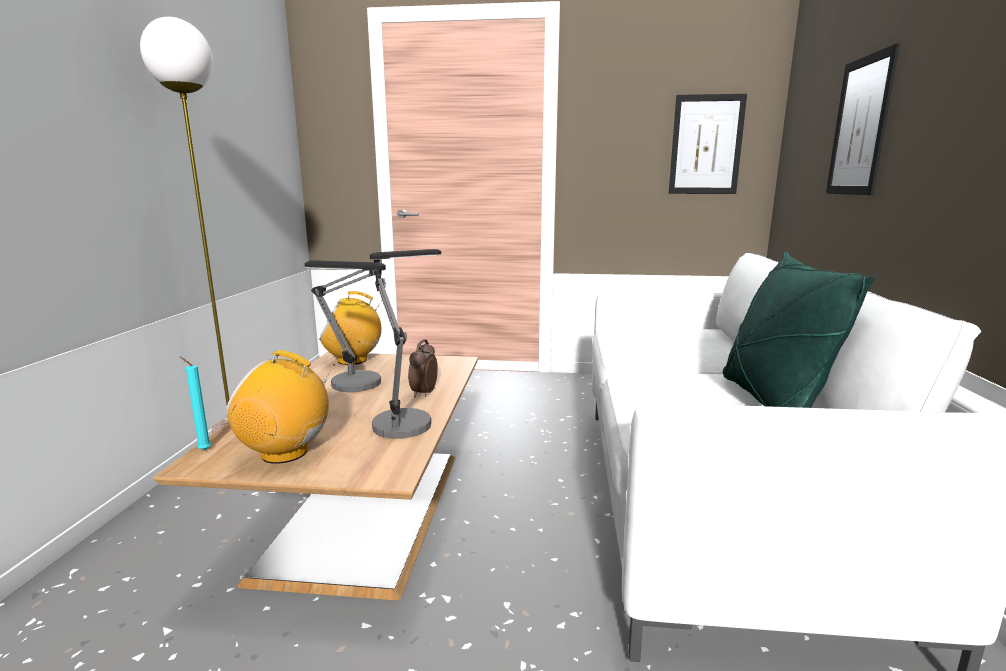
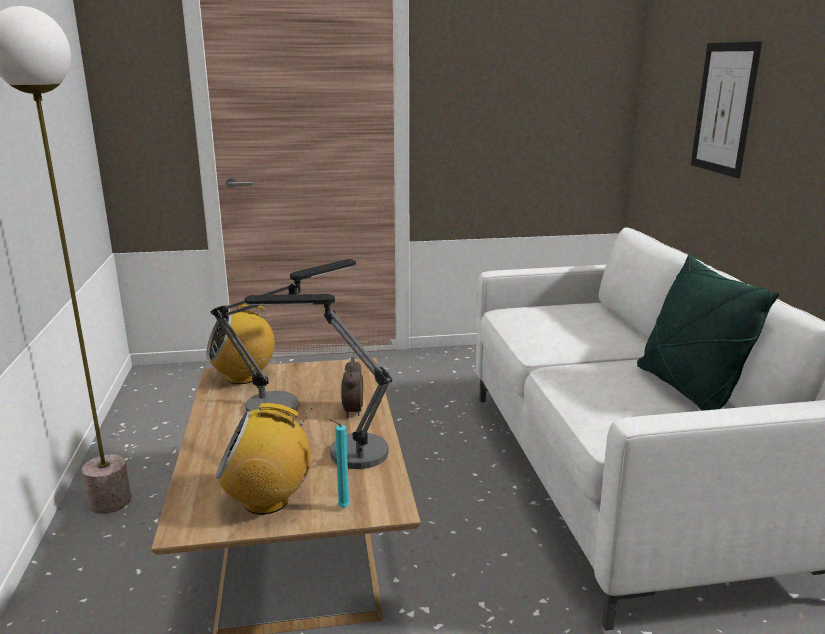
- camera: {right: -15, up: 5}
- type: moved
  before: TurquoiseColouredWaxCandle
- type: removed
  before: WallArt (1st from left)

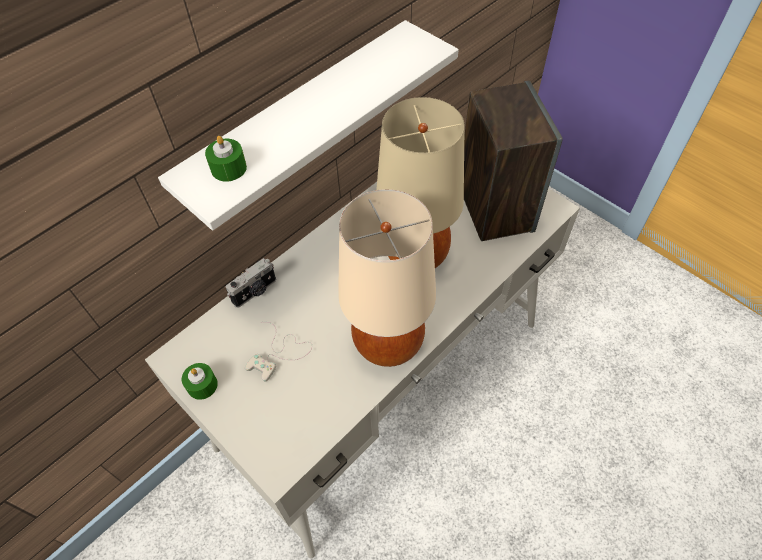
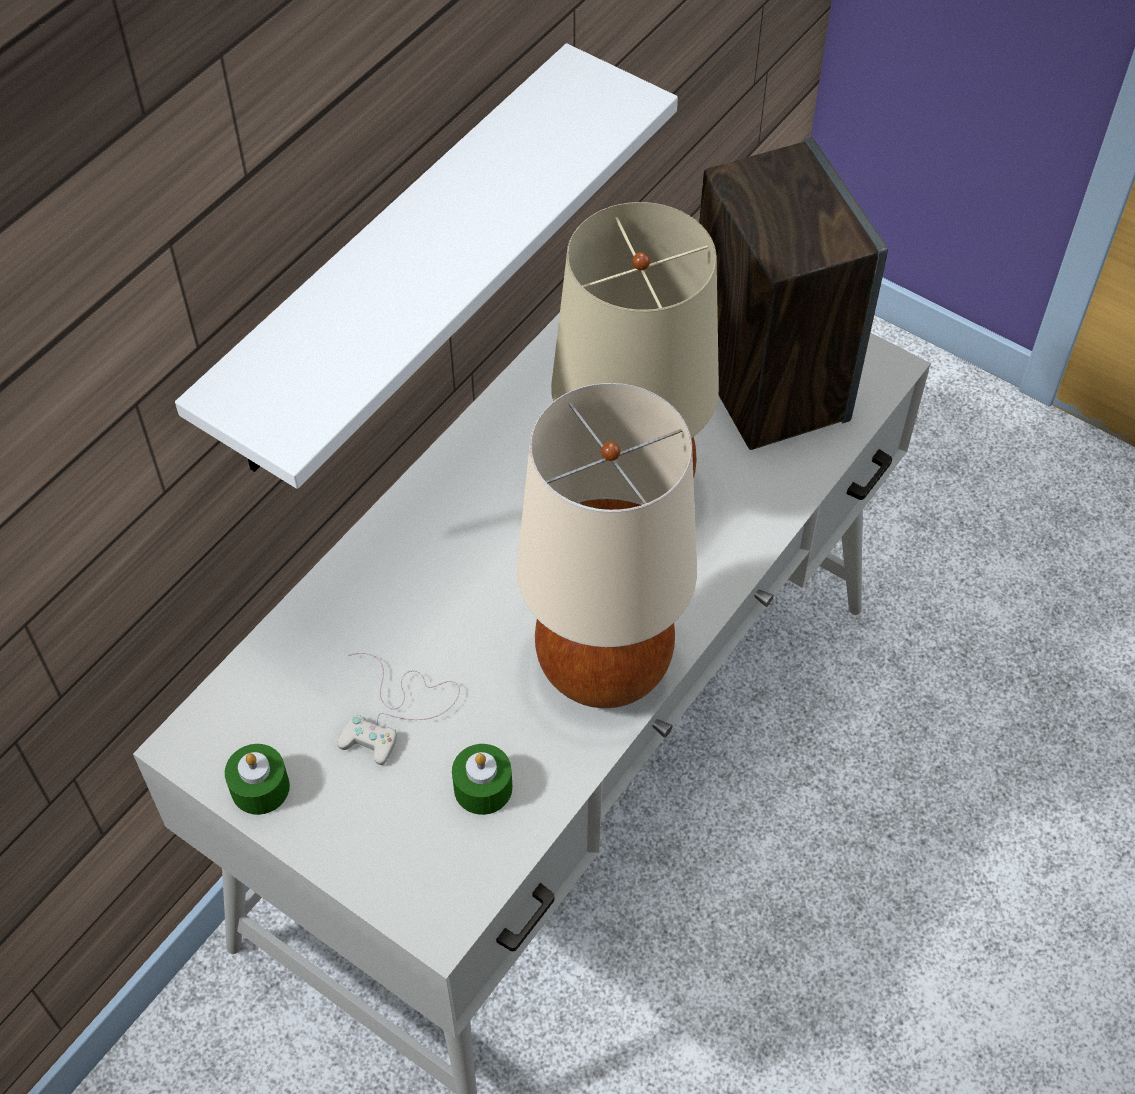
- camera: {right: -10, up: 0}
- type: moved
  before: GreenishWaxCandle (2nd from left)
- type: removed
  before: StillCamera

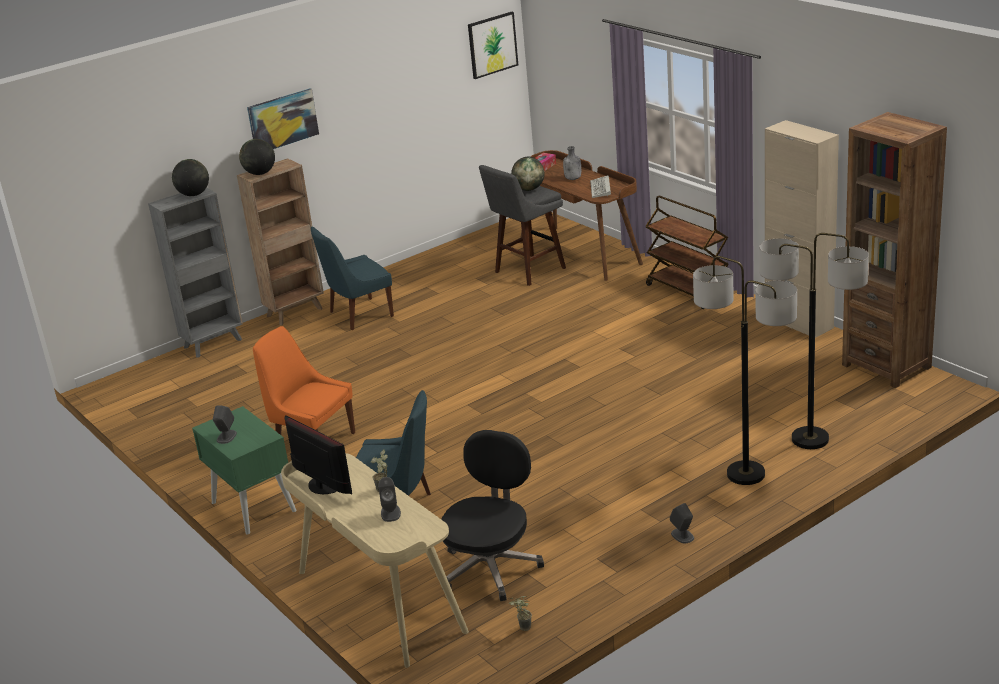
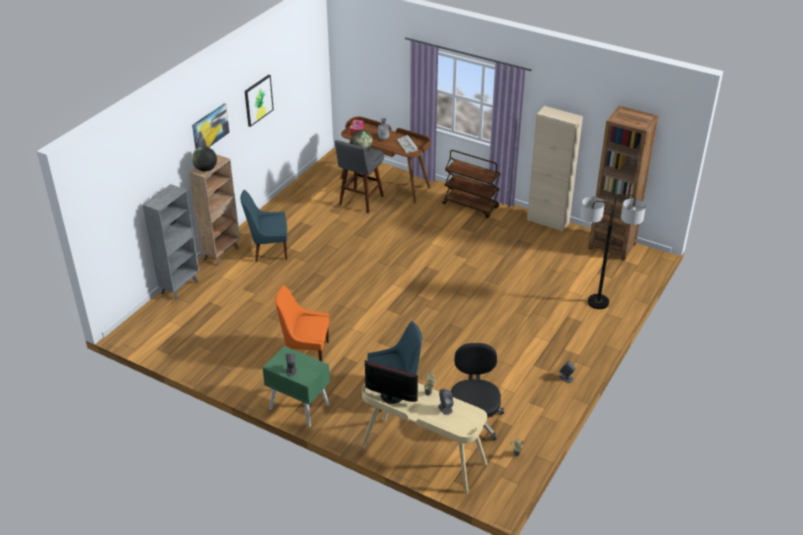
- camera: {right: -25, up: 10}
- type: removed
  before: WorldGlobe (1st from left)
- type: turned
  before: BlueUprightChair (1st from left)
  turn: 45
- type: moved
  before: WallArt (2nd from left)
- type: removed
  before: StandardLamp (1st from left)

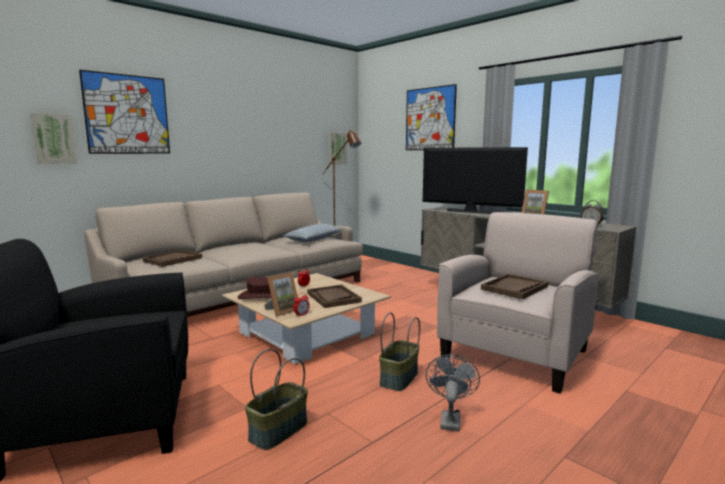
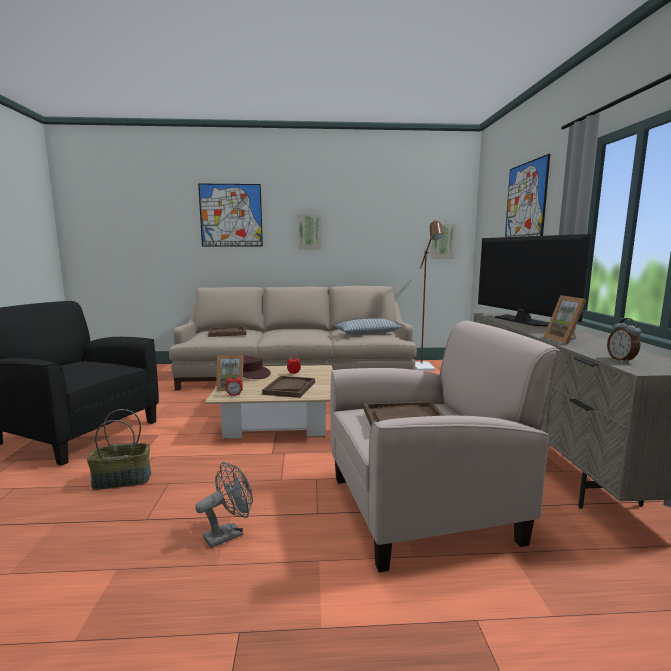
- camera: {right: 40, up: 0}
- type: moved
  before: WallArt (1st from left in the first image)
  after: WallArt (2nd from left)
- type: removed
  before: Basket (2nd from left)

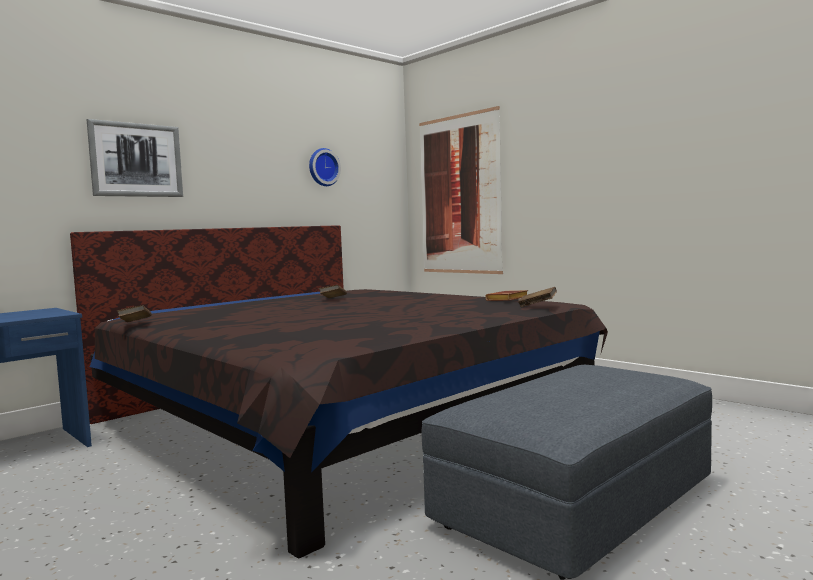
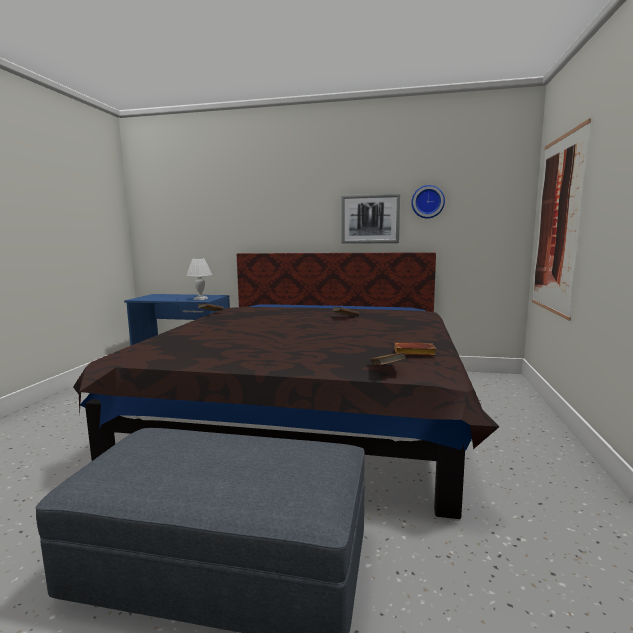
- camera: {right: 55, up: 5}
- type: moved
  before: WallArt (1st from left)
- type: added
  after: WhitishTabletopLamp

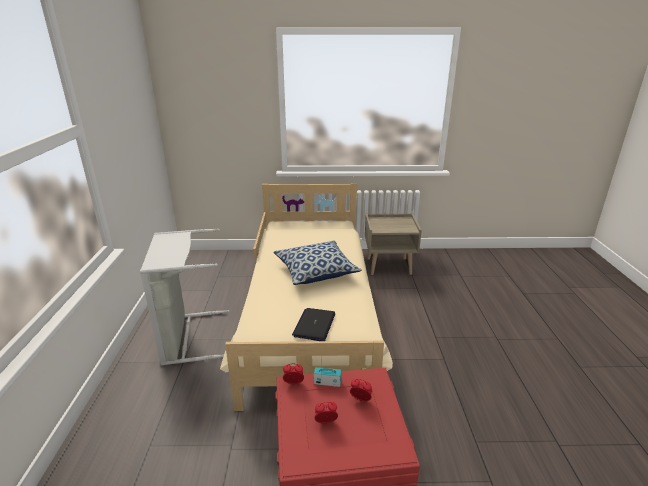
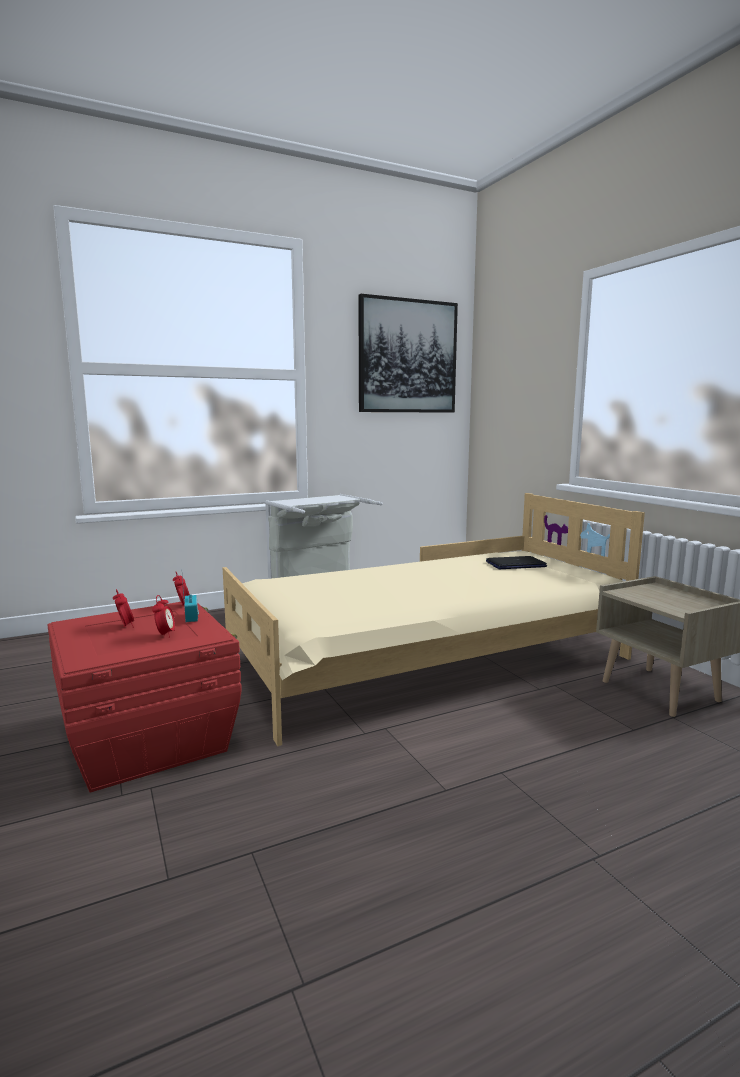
- camera: {right: 65, up: -15}
- type: removed
  before: ThrowPillow
- type: moved
  before: Laptop
- type: added
  after: WallArt

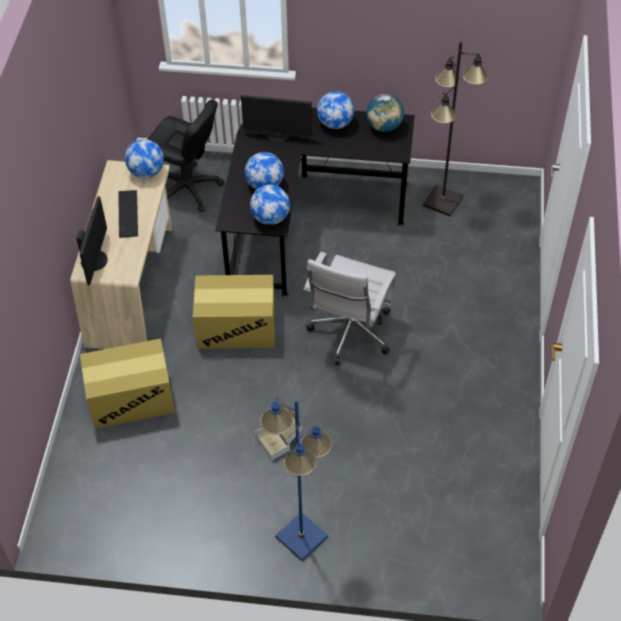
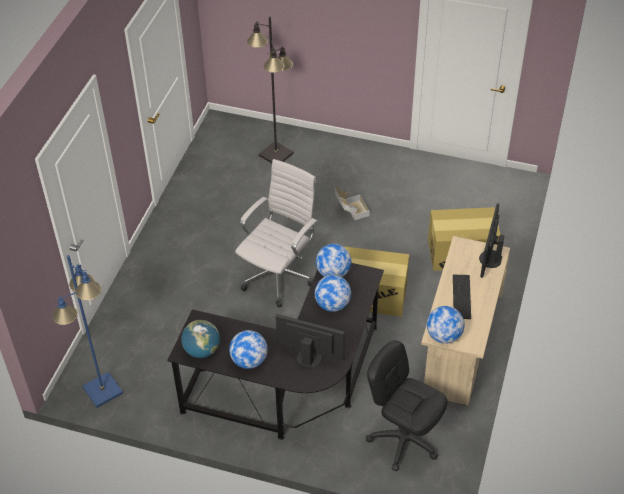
- camera: {right: -170, up: -5}
- type: moved
  before: BlueStandardLamp
- type: moved
  before: BlackColouredStandardLamp

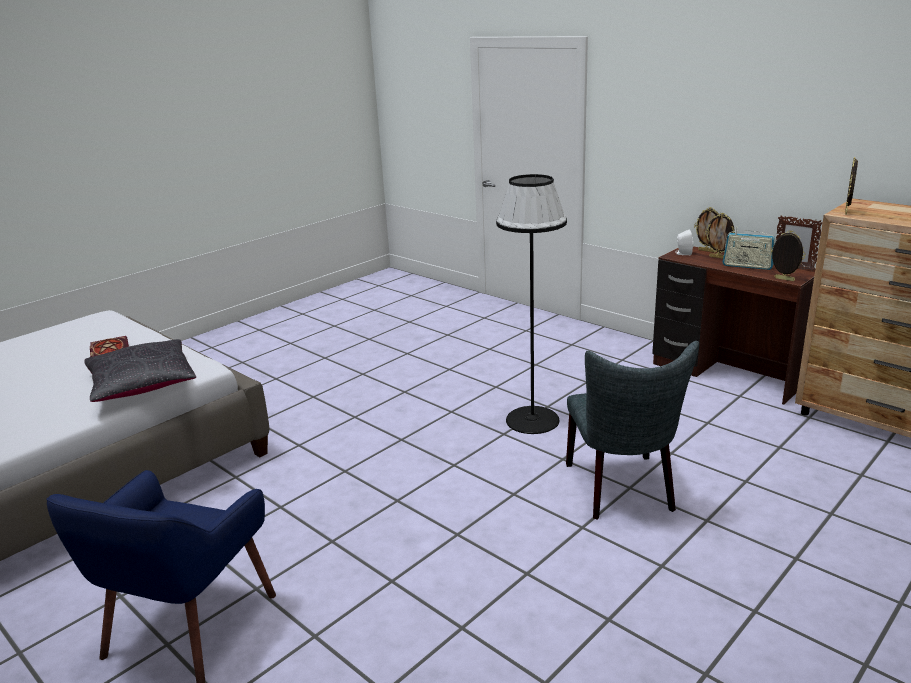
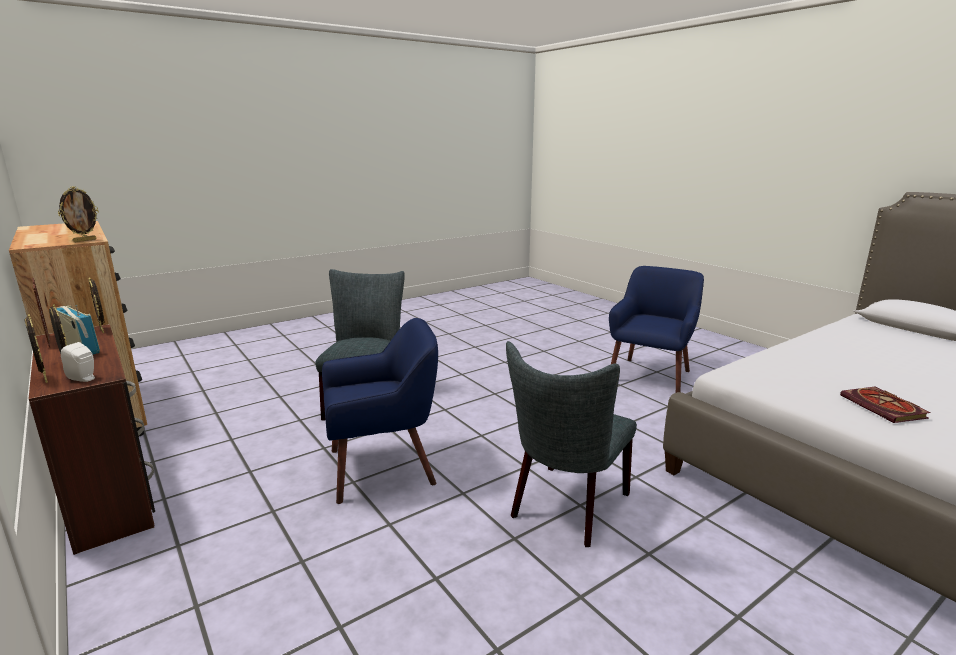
- camera: {right: -170, up: -5}
- type: removed
  before: BlackColouredThrowPillow
- type: replaced
  before: BlackColouredStandardLamp
  after: BlueEasyChair (1st from left)
- type: added
  after: GreyUprightChair (2nd from left)

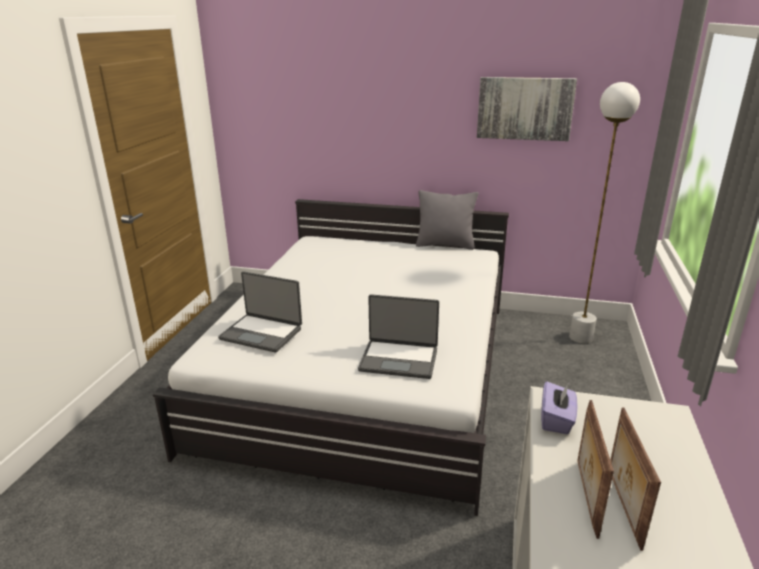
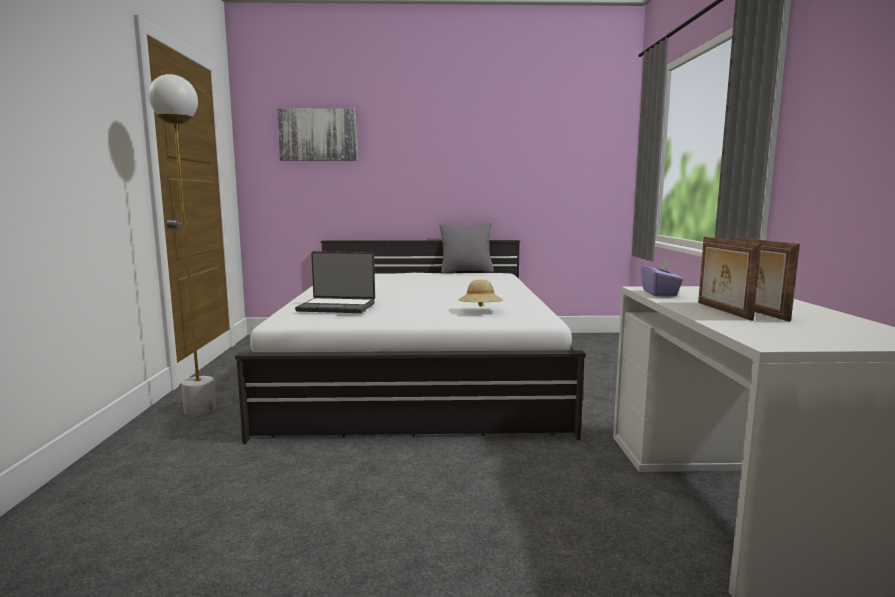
- camera: {right: -15, up: -15}
- type: replaced
  before: Laptop (2nd from left)
  after: SandColouredClothingHat
- type: moved
  before: WallArt
- type: moved
  before: WhitishStandardLamp

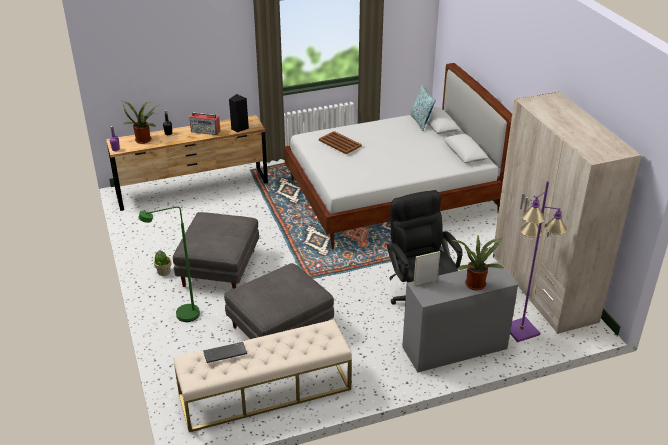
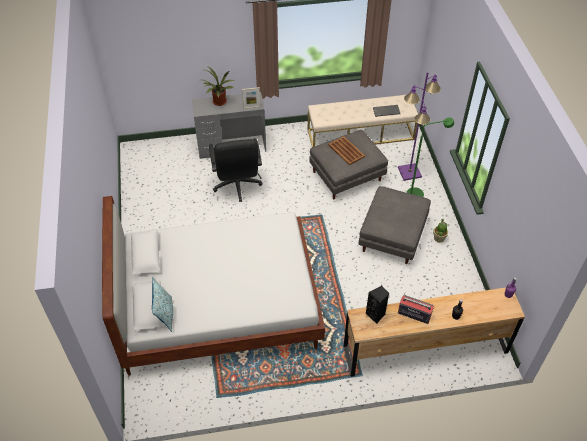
- camera: {right: -170, up: 15}
- type: removed
  before: PlantInAPot (1st from left)
- type: moved
  before: BrownColouredServingTray
- type: removed
  before: SandColouredWardrobe
- type: moved
  before: PurpleColouredStandardLamp

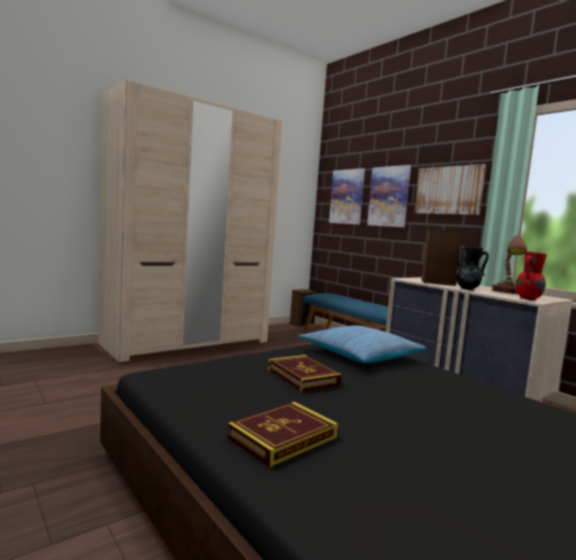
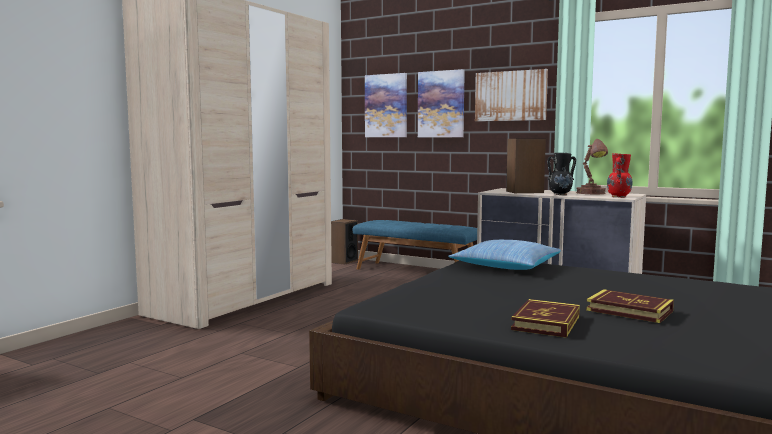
- camera: {right: -20, up: 0}
- type: moved
  before: Volume (2nd from left)

